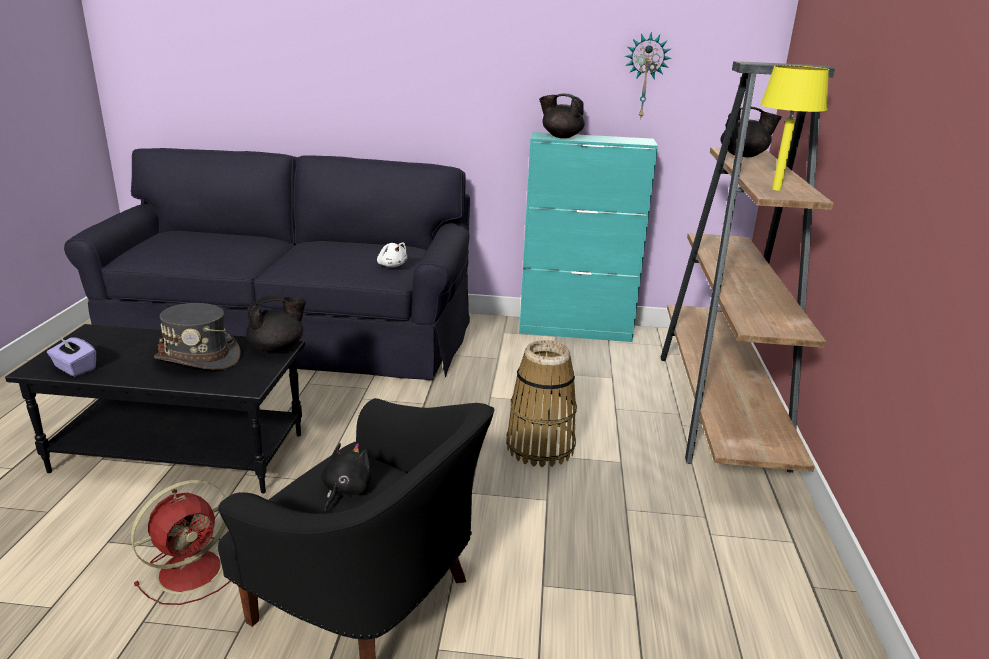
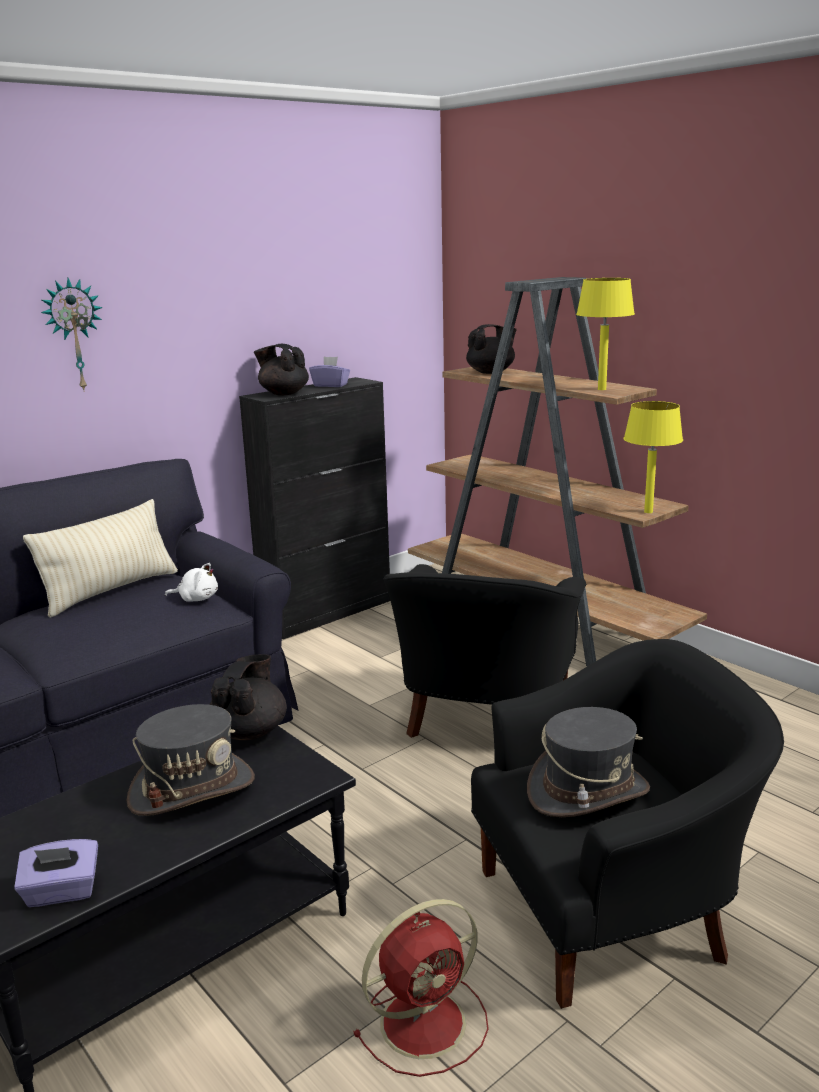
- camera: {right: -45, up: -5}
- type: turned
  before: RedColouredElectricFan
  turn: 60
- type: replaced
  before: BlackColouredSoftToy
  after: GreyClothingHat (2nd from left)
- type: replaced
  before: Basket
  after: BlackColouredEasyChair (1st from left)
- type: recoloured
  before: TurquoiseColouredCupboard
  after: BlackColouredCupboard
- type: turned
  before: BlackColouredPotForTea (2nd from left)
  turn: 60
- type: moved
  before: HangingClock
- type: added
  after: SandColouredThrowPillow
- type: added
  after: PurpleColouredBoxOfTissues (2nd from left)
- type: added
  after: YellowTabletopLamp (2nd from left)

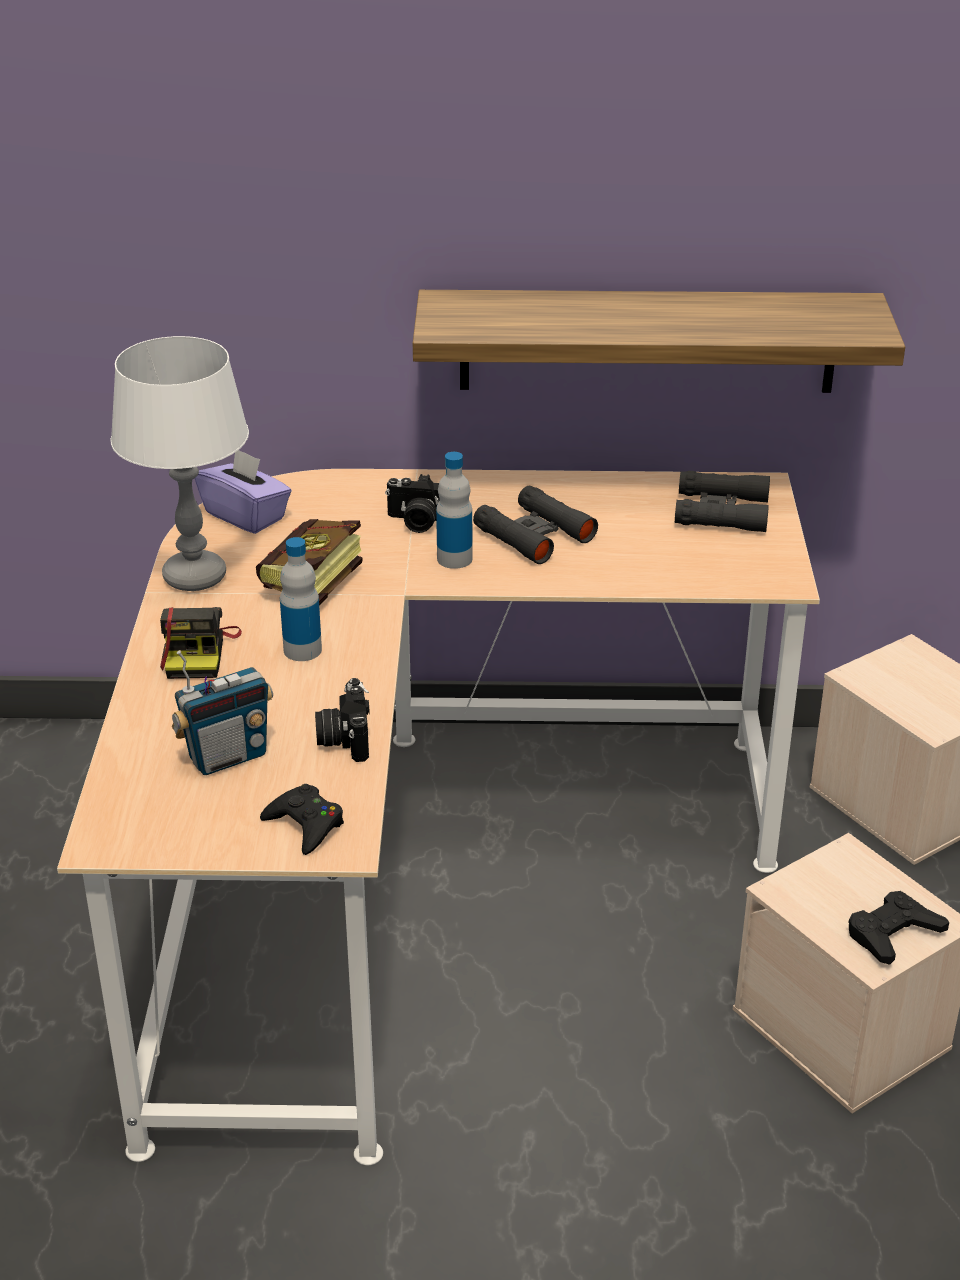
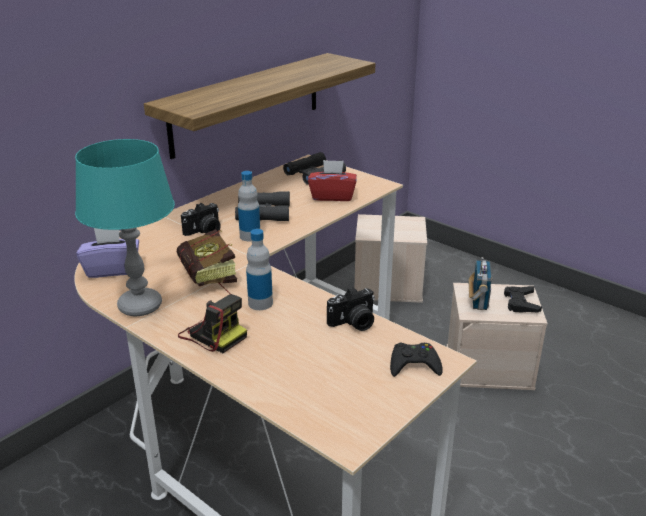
- camera: {right: -50, up: -5}
- type: recoloured
  before: WhitishTabletopLamp
  after: TurquoiseColouredTabletopLamp
- type: moved
  before: RadioReceiver
- type: turned
  before: StillCamera (2nd from left in the first image)
  turn: -60
- type: added
  after: RedColouredBoxOfTissues

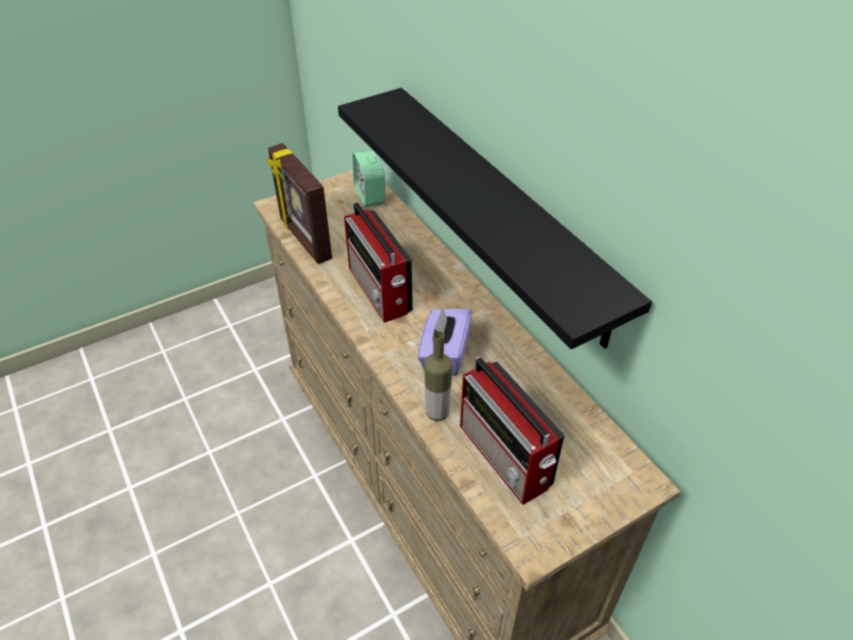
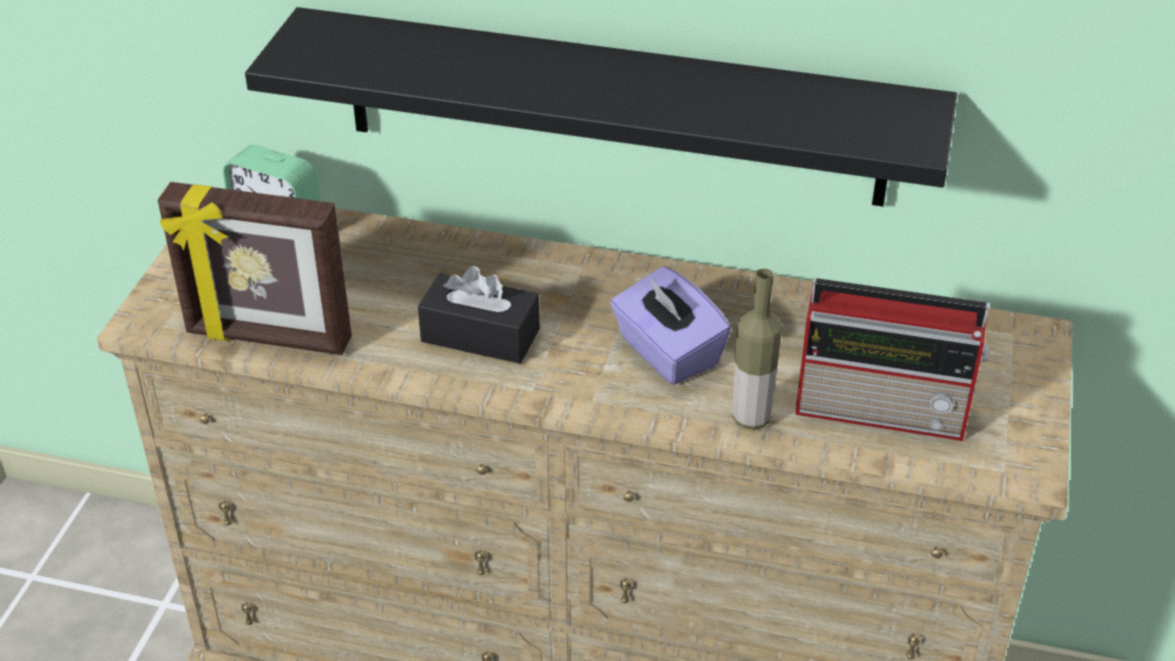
- camera: {right: -45, up: -5}
- type: replaced
  before: RadioReceiver (1st from left)
  after: BlackColouredBoxOfTissues

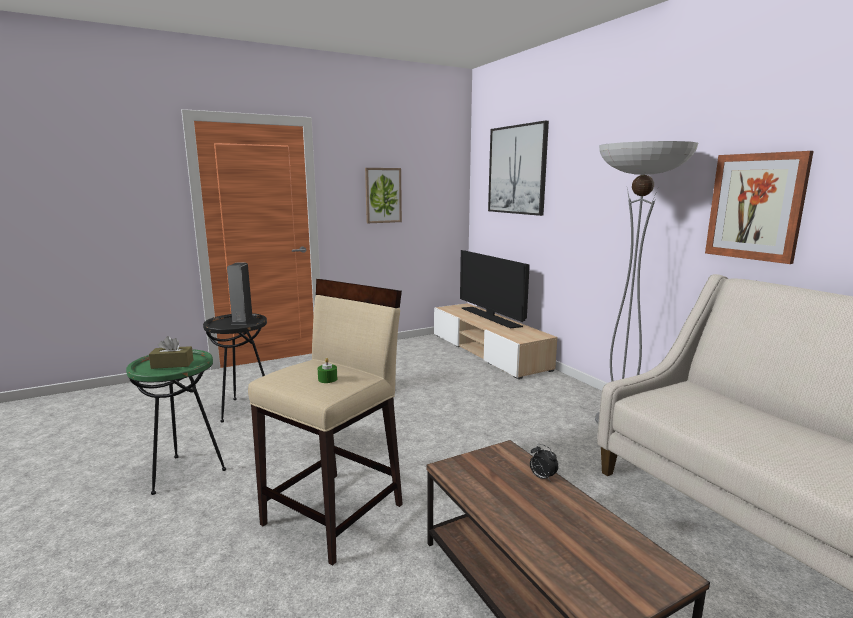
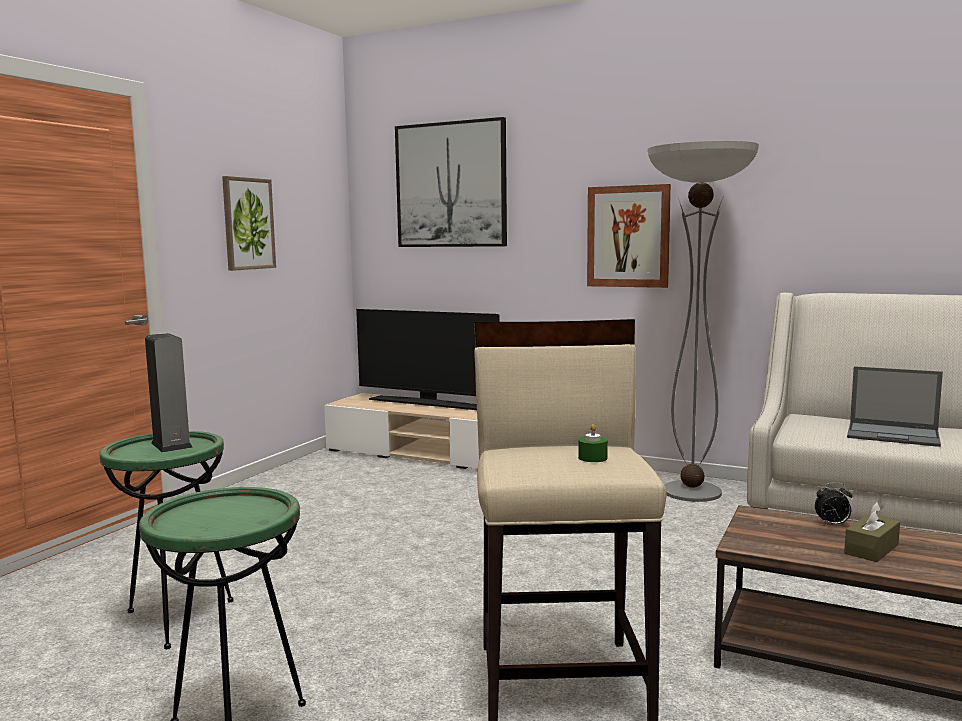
- camera: {right: -35, up: -5}
- type: moved
  before: BrownColouredBoxOfTissues
- type: recoloured
  before: BlackColouredAccentTable
  after: GreenishAccentTable (1st from left)
- type: moved
  before: WallArt (3rd from left)
- type: added
  after: Laptop

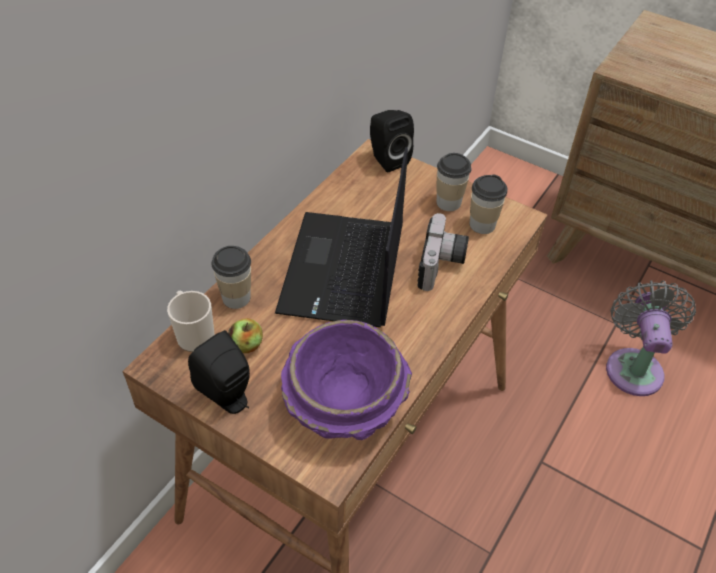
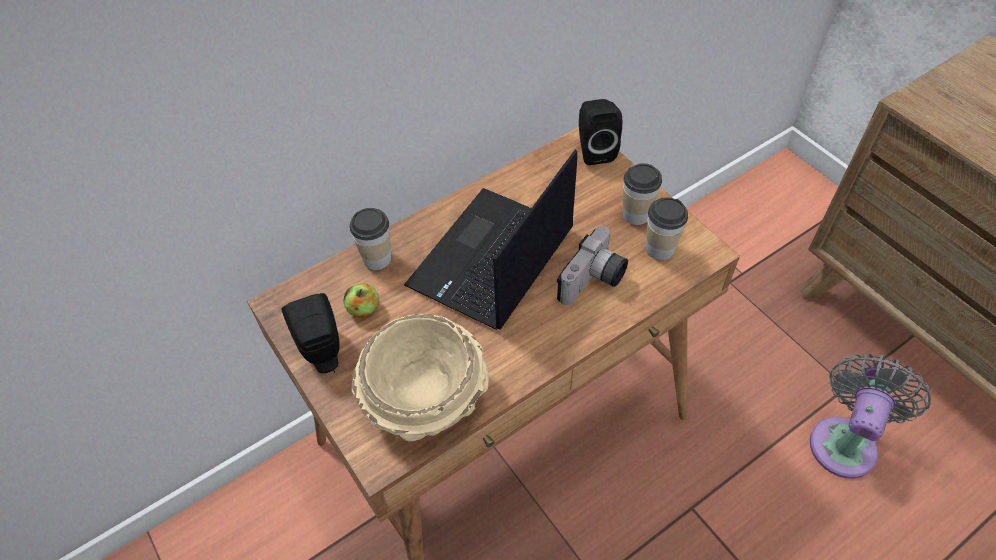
- camera: {right: 25, up: 5}
- type: removed
  before: TeaMug
- type: recoloured
  before: PurpleColouredServingBowl
  after: SandColouredServingBowl

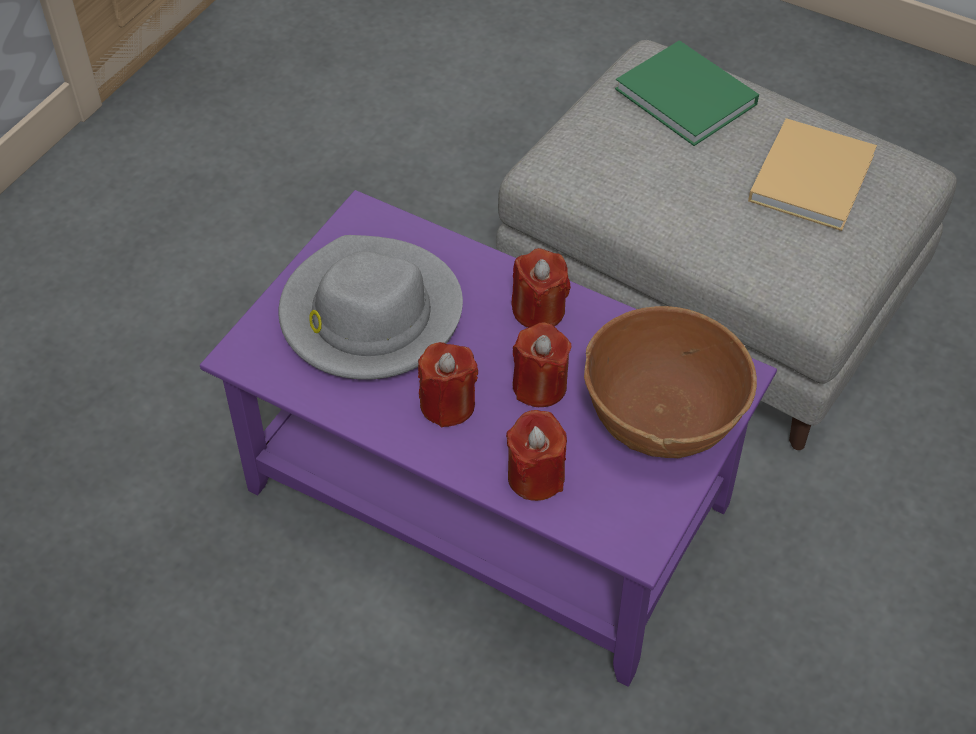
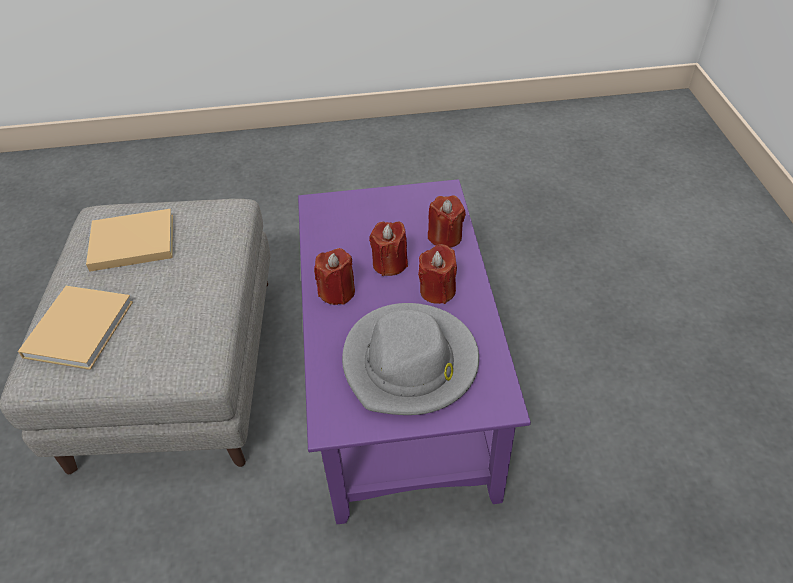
- camera: {right: -125, up: -5}
- type: removed
  before: BrownColouredServingBowl
- type: recoloured
  before: GreenishVolume
  after: SandColouredVolume (1st from left)

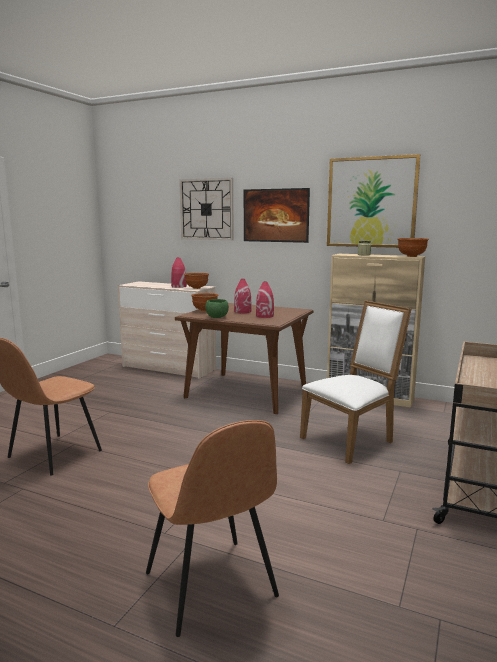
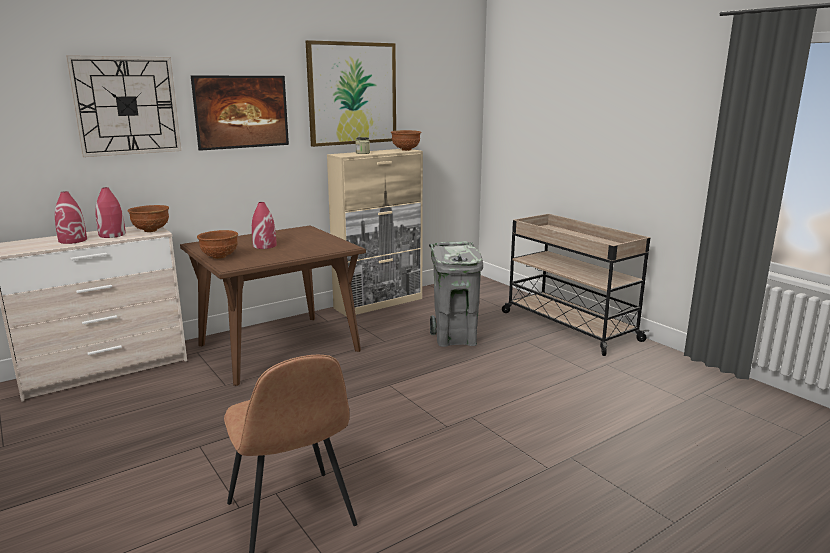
- camera: {right: -60, up: 5}
- type: removed
  before: BrownColouredUprightChair (2nd from left)
- type: removed
  before: GreenishServingBowl
- type: moved
  before: RedColouredVase (3rd from left in the first image)
  after: RedColouredVase (1st from left)
- type: replaced
  before: WhitishUprightChair
  after: GreyTrashCan

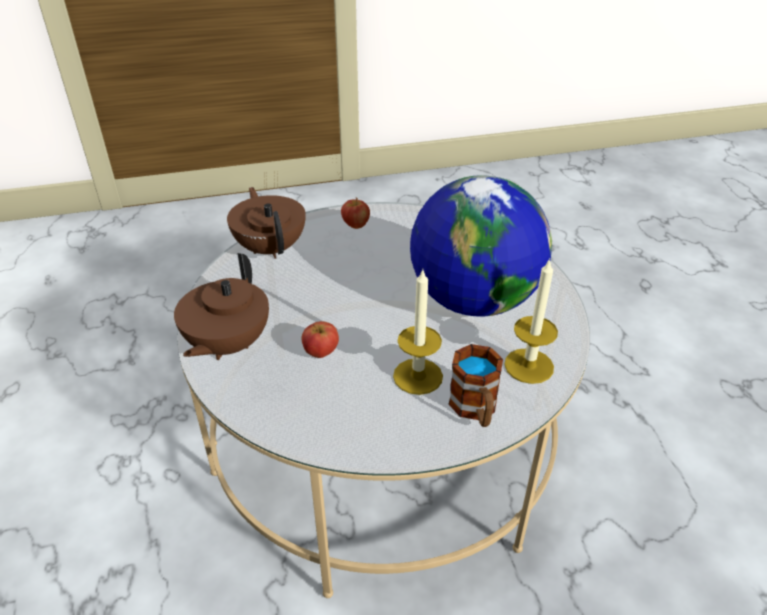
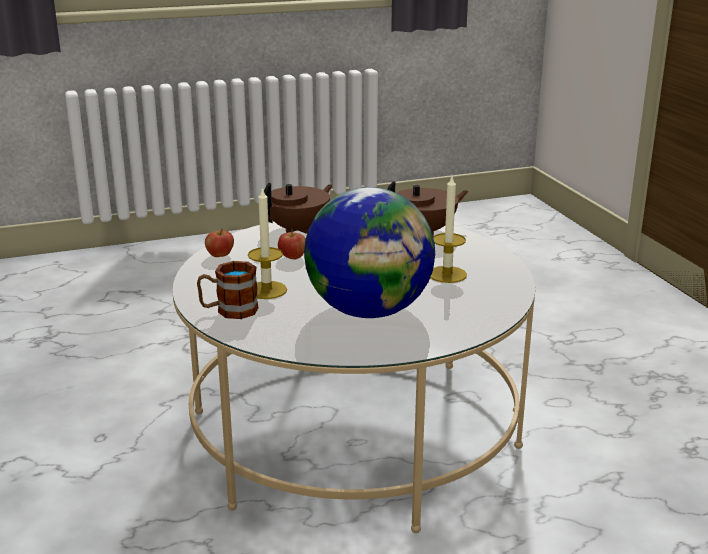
- camera: {right: 85, up: -15}
- type: turned
  before: BrownColouredPotForTea (1st from left)
  turn: 120
- type: moved
  before: AppleFruit (2nd from left in the first image)
  after: AppleFruit (1st from left)
- type: moved
  before: WaxCandle (2nd from left)

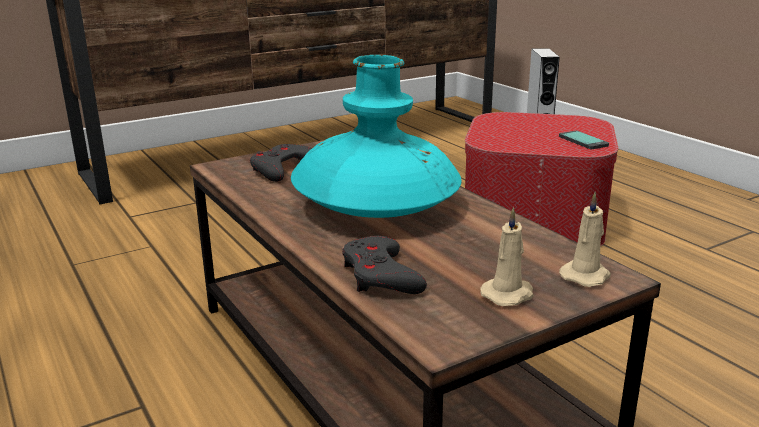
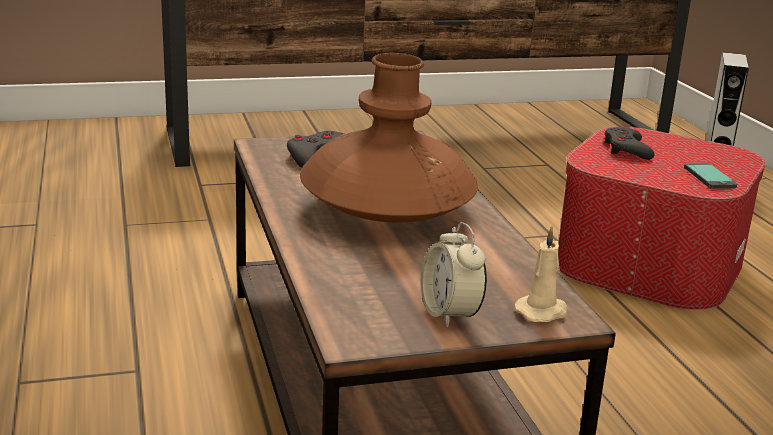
- camera: {right: 15, up: 0}
- type: recoloured
  before: TurquoiseColouredVase
  after: BrownColouredVase
- type: moved
  before: GreyGameController (2nd from left)
- type: replaced
  before: SandColouredWaxCandle (1st from left)
  after: AlarmClock

